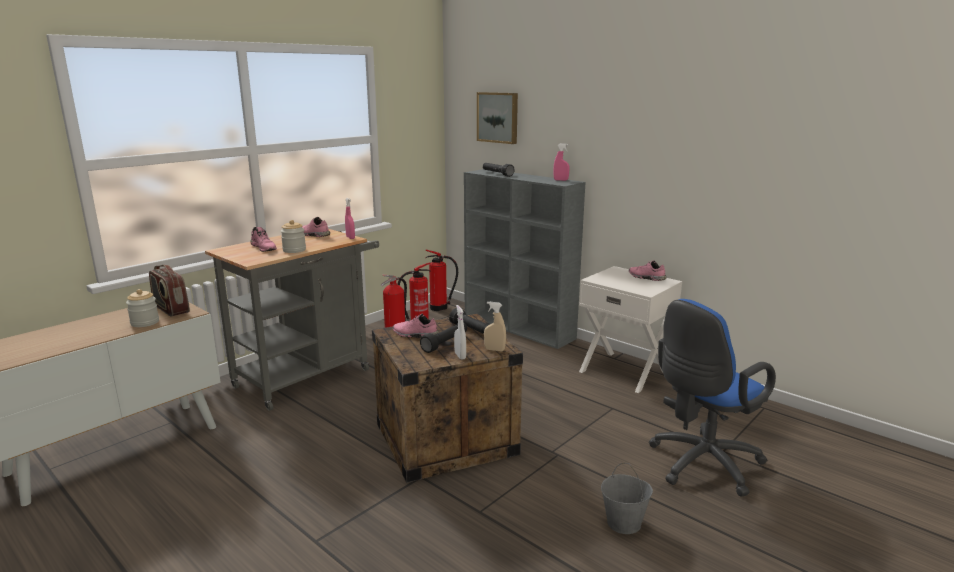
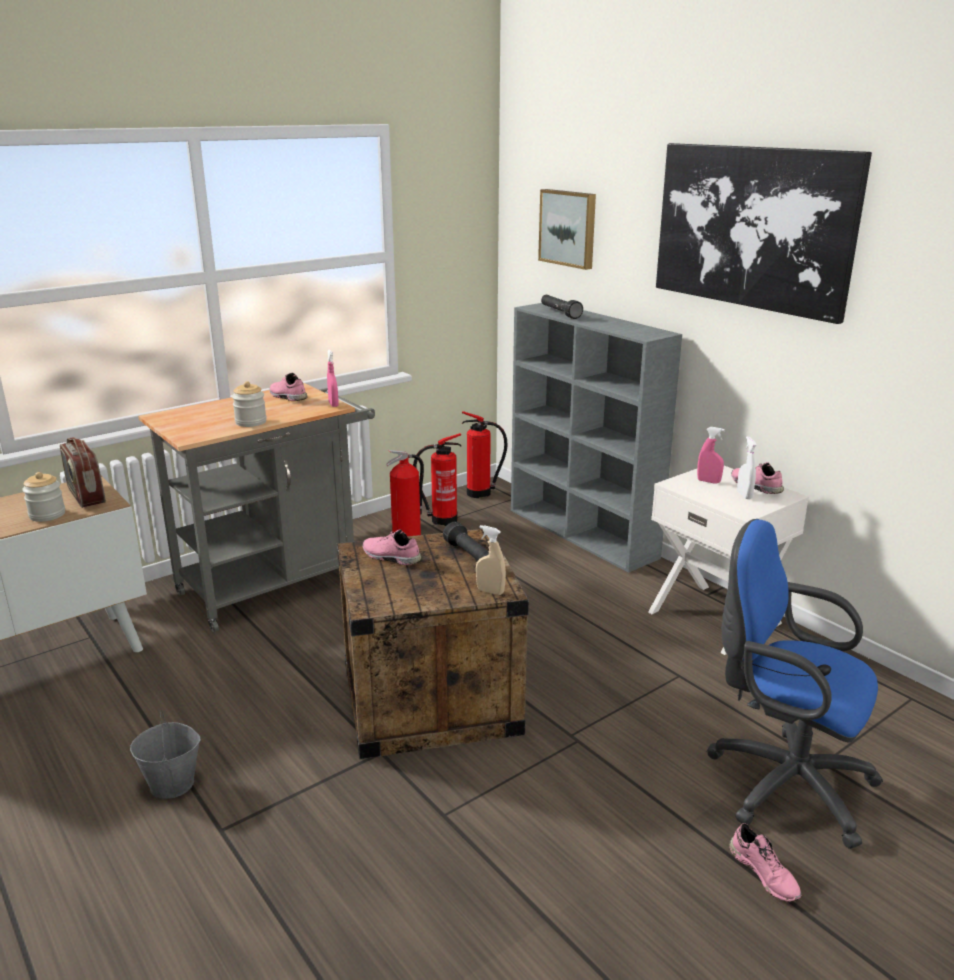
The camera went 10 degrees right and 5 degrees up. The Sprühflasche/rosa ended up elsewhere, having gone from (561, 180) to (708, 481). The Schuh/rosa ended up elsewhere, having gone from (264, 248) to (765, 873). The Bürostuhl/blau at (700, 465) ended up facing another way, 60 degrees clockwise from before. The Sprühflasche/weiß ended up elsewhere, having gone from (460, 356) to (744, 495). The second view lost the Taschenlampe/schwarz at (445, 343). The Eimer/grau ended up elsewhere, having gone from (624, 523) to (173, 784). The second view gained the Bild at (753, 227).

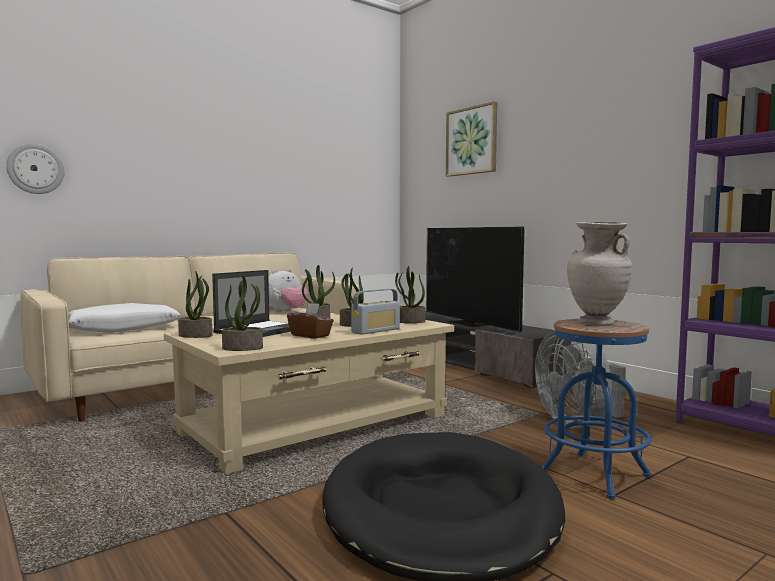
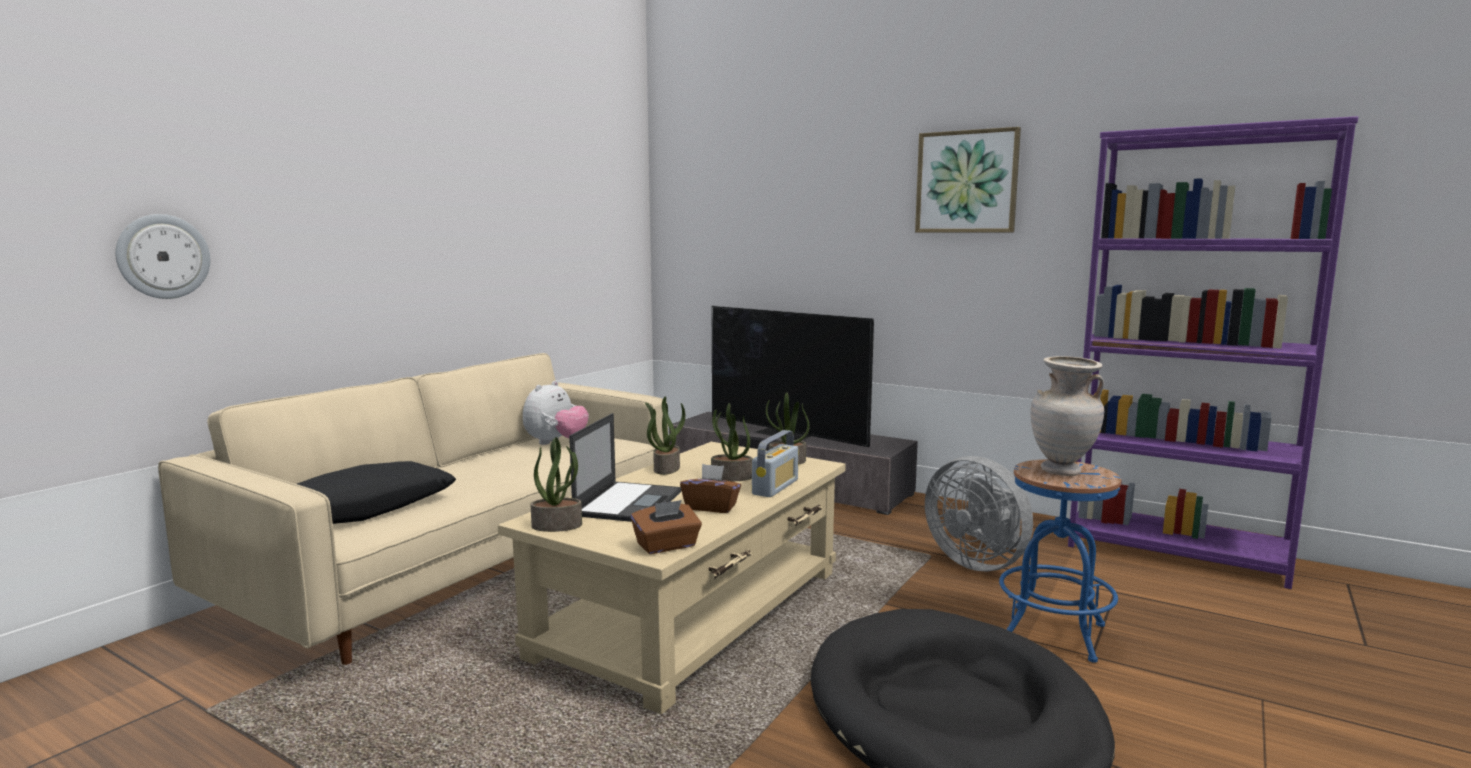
The camera went 20 degrees left and 5 degrees up. The Bild ended up elsewhere, having gone from (472, 141) to (967, 182). Where the Topfpflanze stood at (243, 348), the Taschentuchbox/braun came to stand at (667, 546). What was the Kissen/weiß at (123, 329) turned into the Kissen/schwarz at (366, 509).

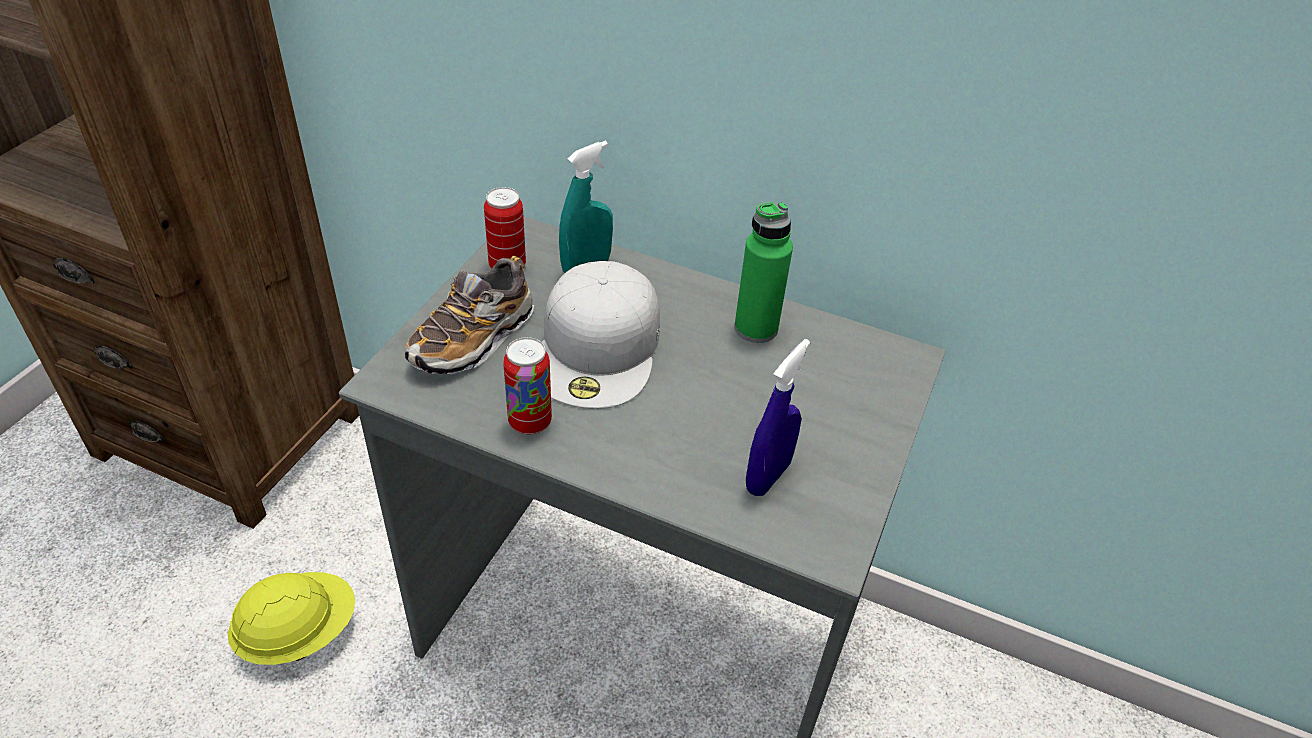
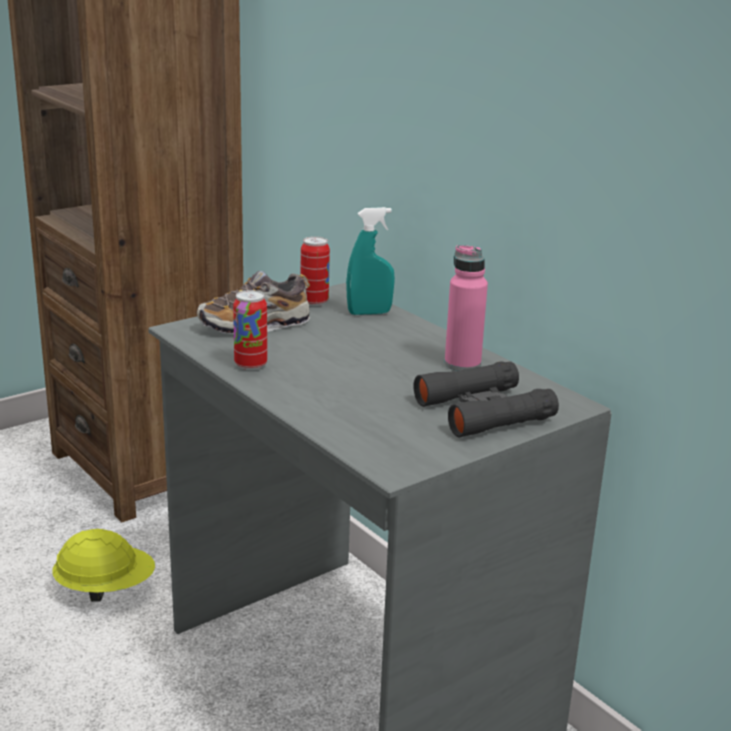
The camera went 30 degrees right and 20 degrees down. What was the Flasche/grün at (756, 328) turned into the Flasche/rosa at (462, 364). The second view lost the Kappe/weiß at (599, 349). The second view lost the Sprühflasche/blau at (768, 477). The second view gained the Fernglas/schwarz at (484, 411).

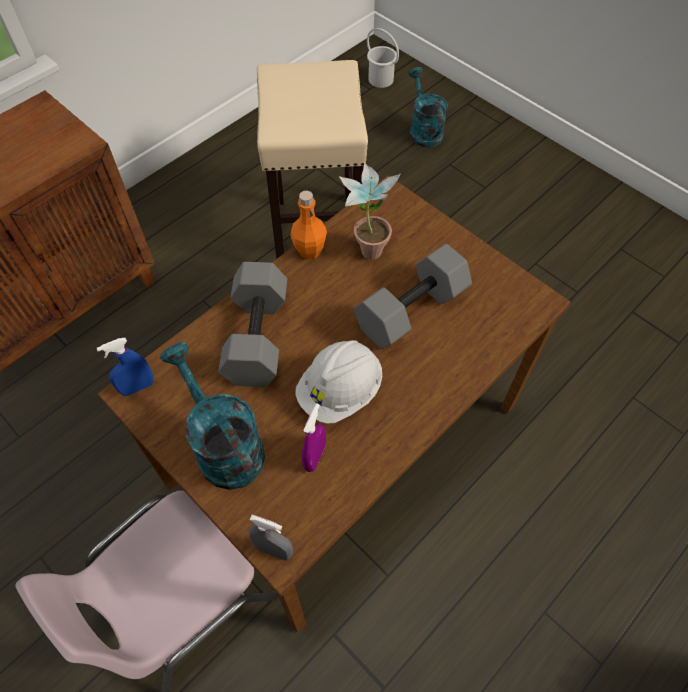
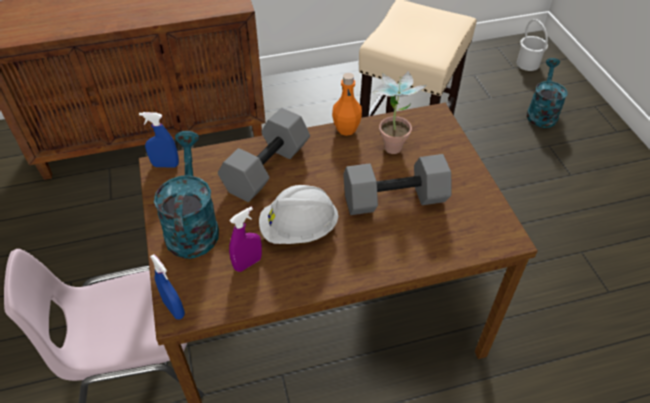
The camera went 30 degrees right and 10 degrees down. What was the Sprühflasche/grau at (274, 550) turned into the Sprühflasche/blau at (174, 309).

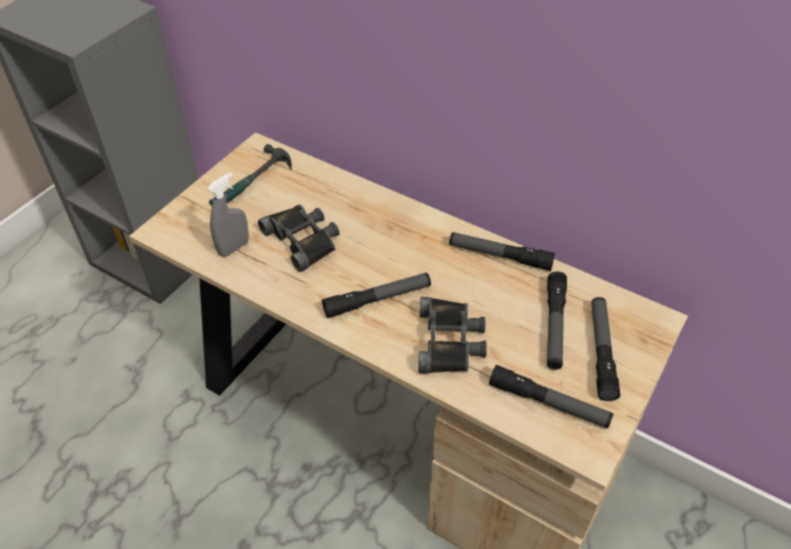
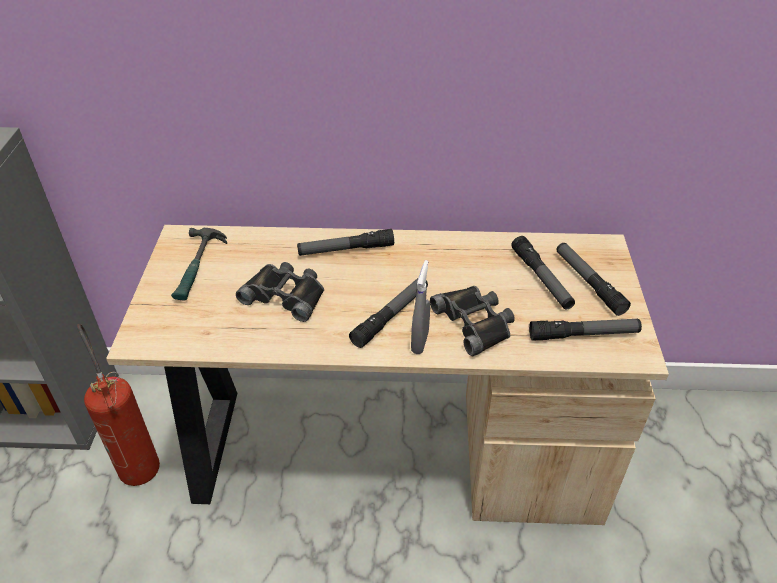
The camera went 30 degrees left and 5 degrees down. The Sprühflasche/grau ended up elsewhere, having gone from (234, 248) to (420, 342). The Taschenlampe ended up elsewhere, having gone from (500, 256) to (346, 249). The second view gained the Feuerlöscher at (136, 461).

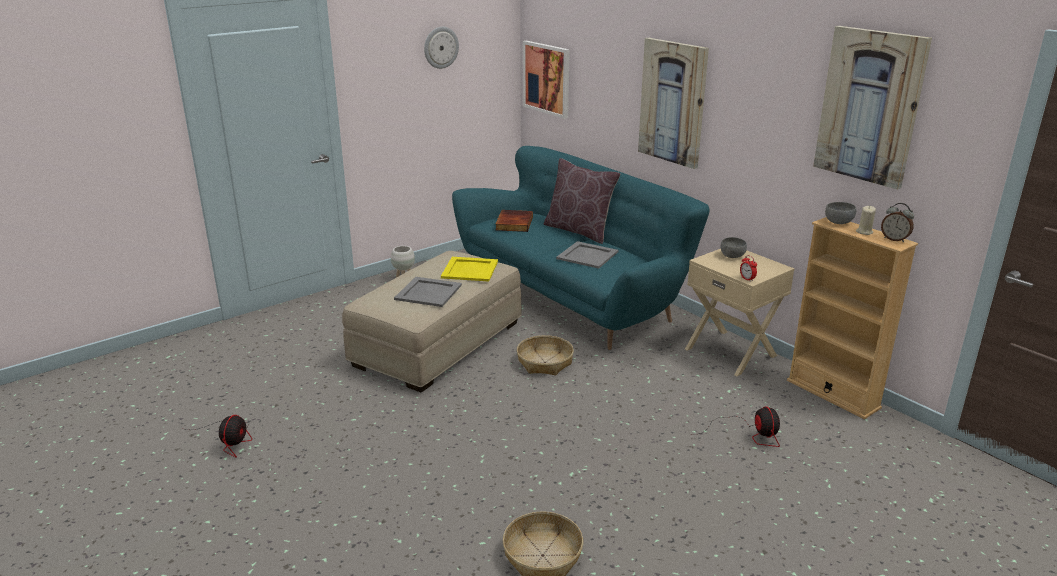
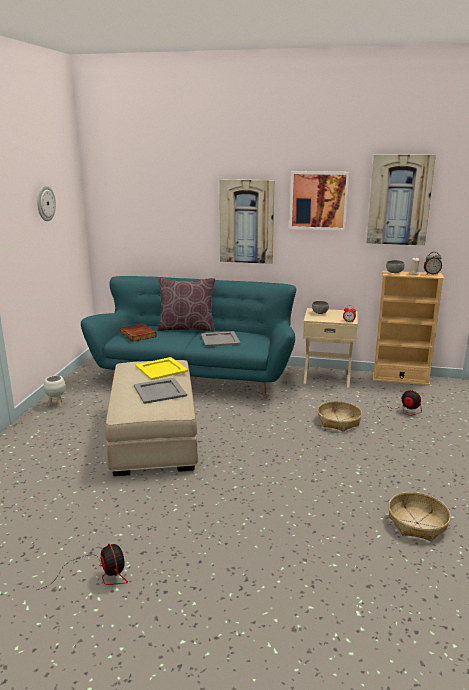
The camera went 40 degrees left and 5 degrees down. The Bild ended up elsewhere, having gone from (547, 78) to (318, 200). The Korb ended up elsewhere, having gone from (545, 362) to (338, 421).

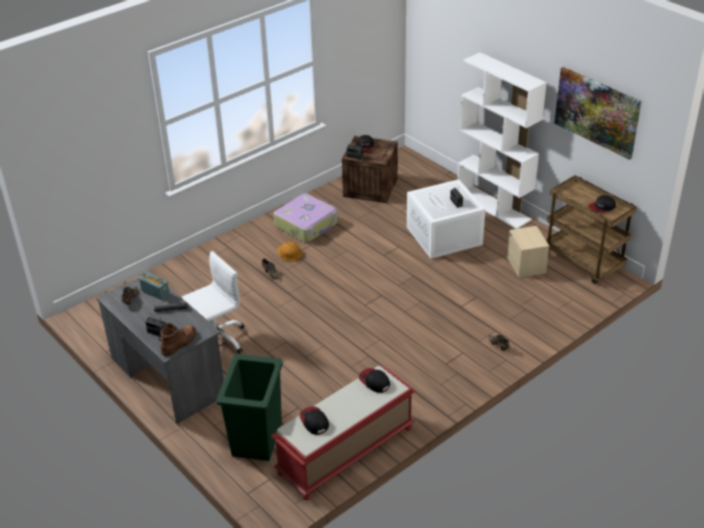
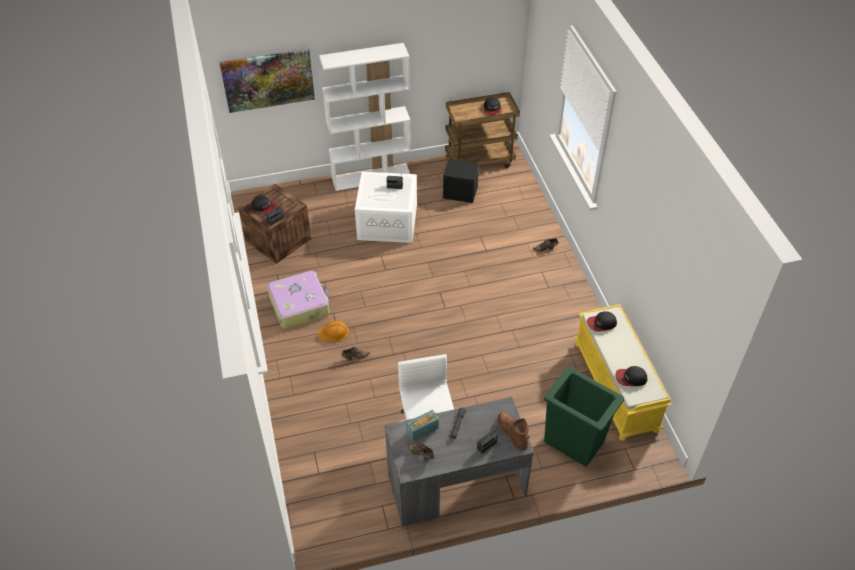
The camera went 65 degrees left and 10 degrees up. The Bild ended up elsewhere, having gone from (597, 112) to (268, 80). What was the Aufbewahrungsbox/beige at (527, 265) turned into the Aufbewahrungsbox/schwarz at (460, 192). What was the Bank/rot at (346, 451) turned into the Bank/gelb at (616, 386).

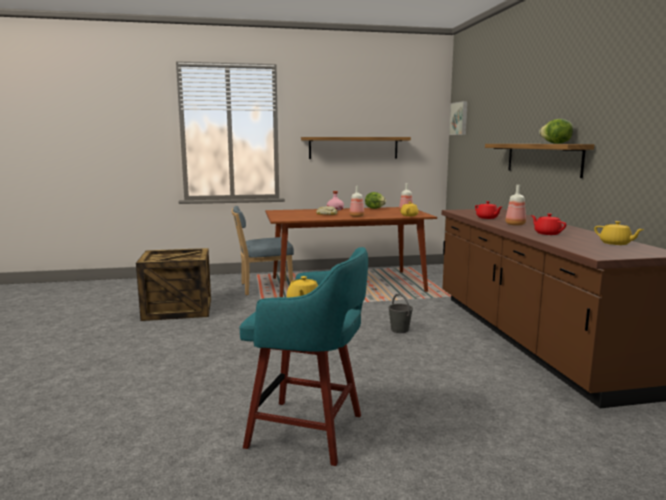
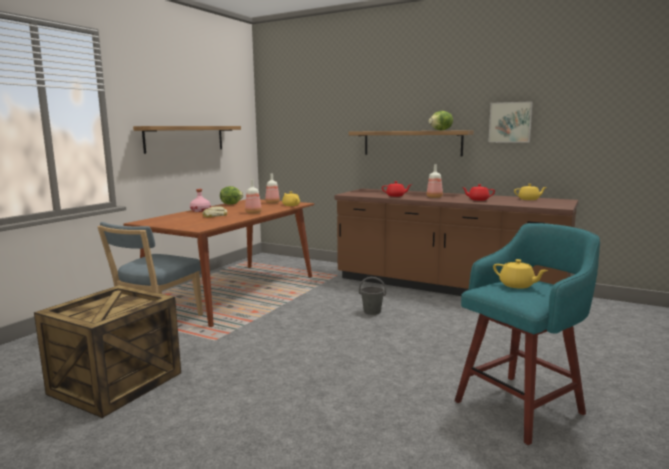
The camera went 50 degrees left and 0 degrees up. The Bild ended up elsewhere, having gone from (459, 118) to (510, 122).

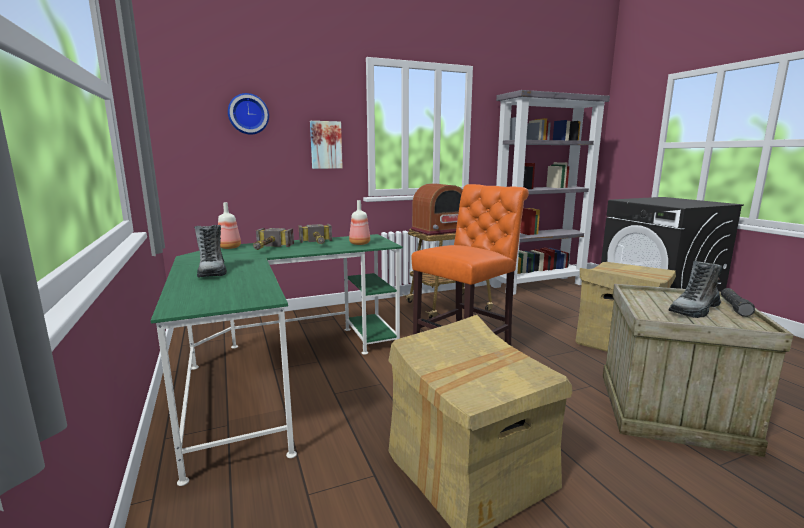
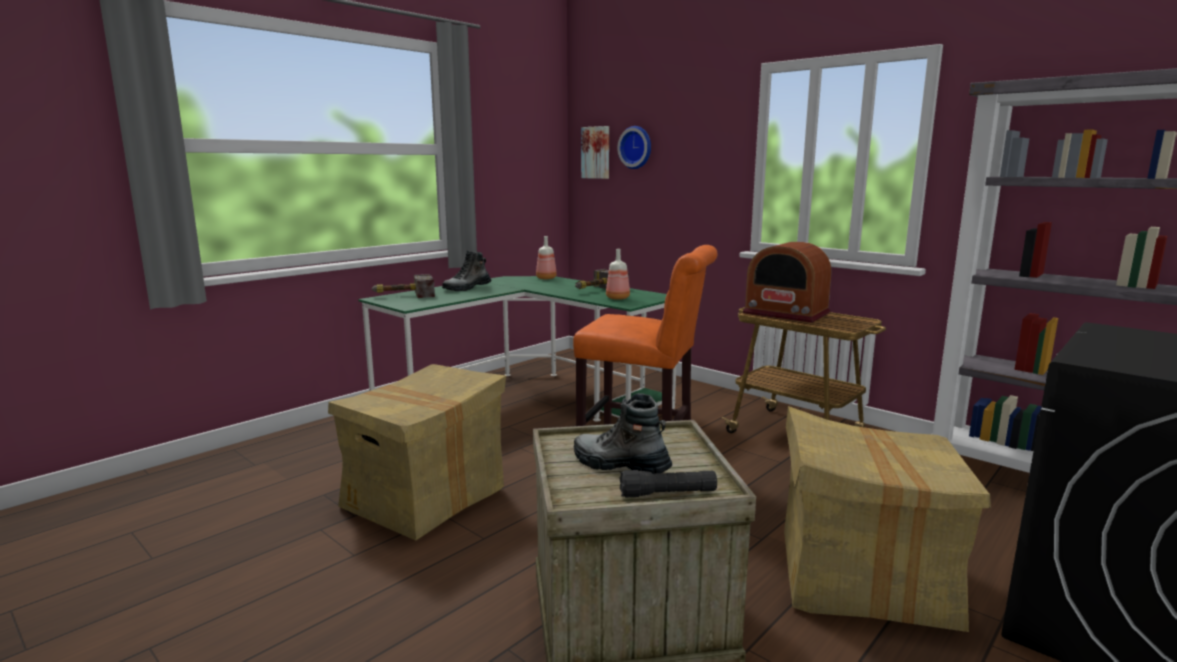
The camera went 65 degrees right and 0 degrees up. The Bild ended up elsewhere, having gone from (326, 145) to (596, 152). The Hammer ended up elsewhere, having gone from (267, 249) to (403, 295).

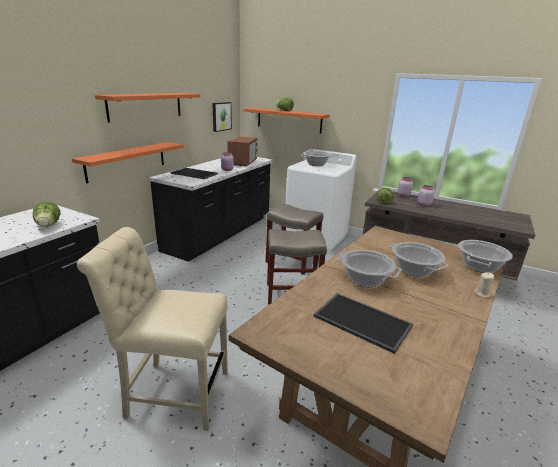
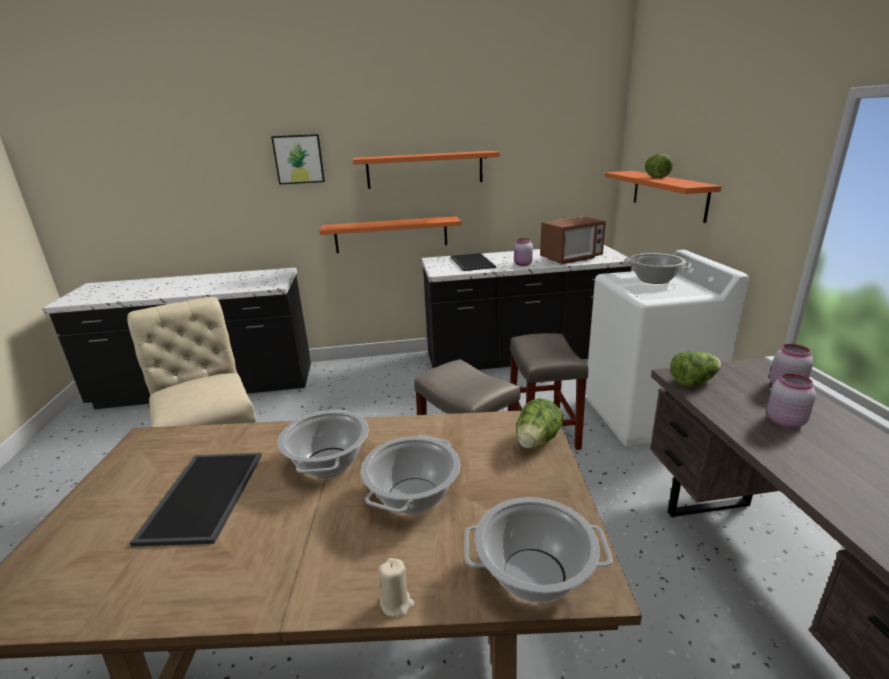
The camera went 55 degrees right and 0 degrees up. The Bild ended up elsewhere, having gone from (221, 116) to (299, 159). The Salatkopf ended up elsewhere, having gone from (48, 226) to (536, 442).

